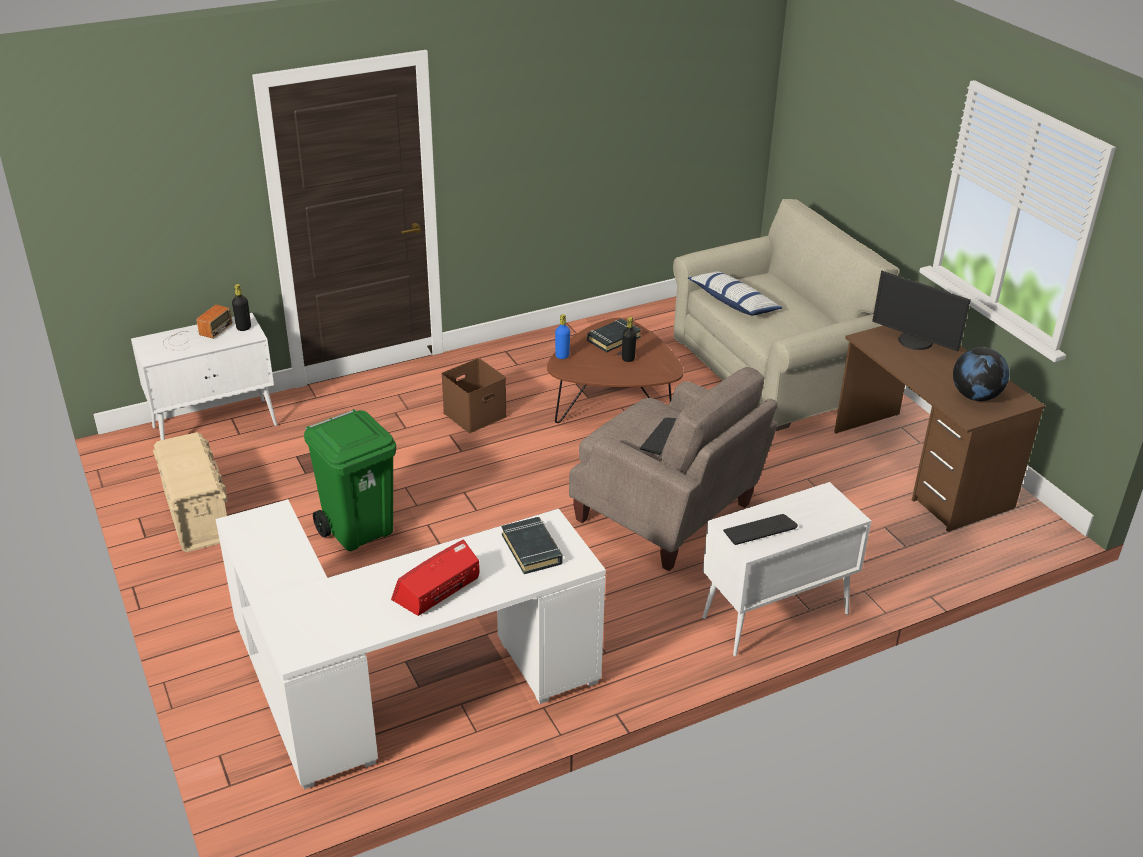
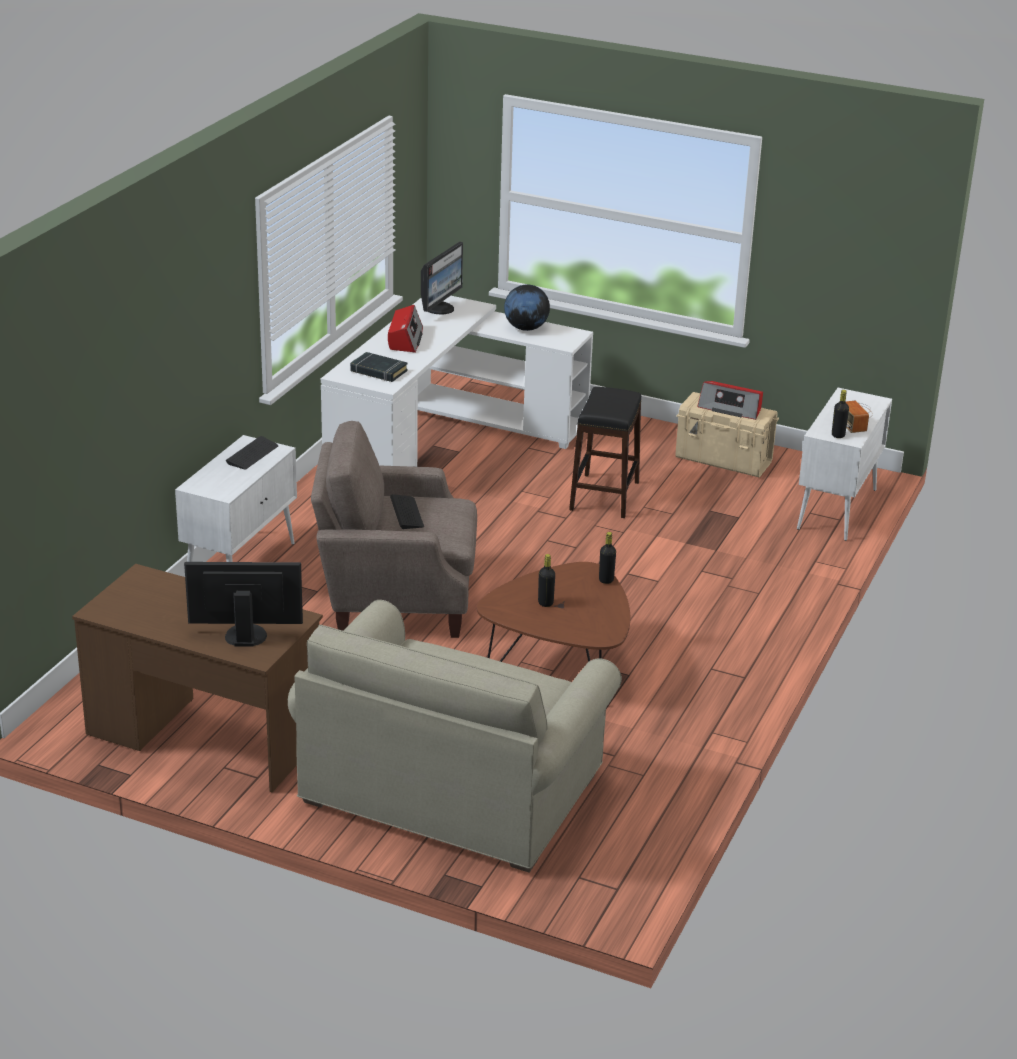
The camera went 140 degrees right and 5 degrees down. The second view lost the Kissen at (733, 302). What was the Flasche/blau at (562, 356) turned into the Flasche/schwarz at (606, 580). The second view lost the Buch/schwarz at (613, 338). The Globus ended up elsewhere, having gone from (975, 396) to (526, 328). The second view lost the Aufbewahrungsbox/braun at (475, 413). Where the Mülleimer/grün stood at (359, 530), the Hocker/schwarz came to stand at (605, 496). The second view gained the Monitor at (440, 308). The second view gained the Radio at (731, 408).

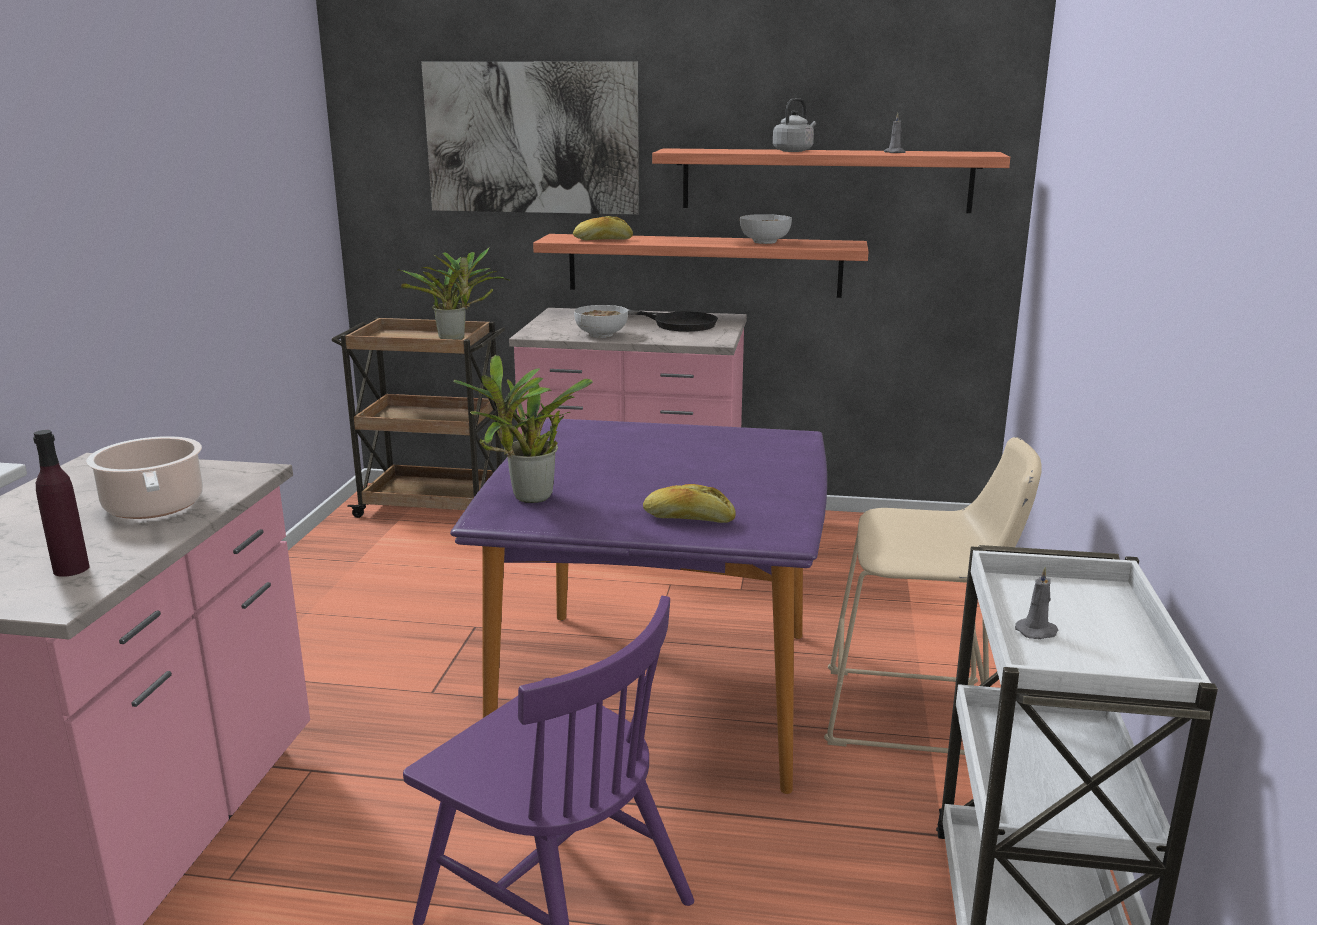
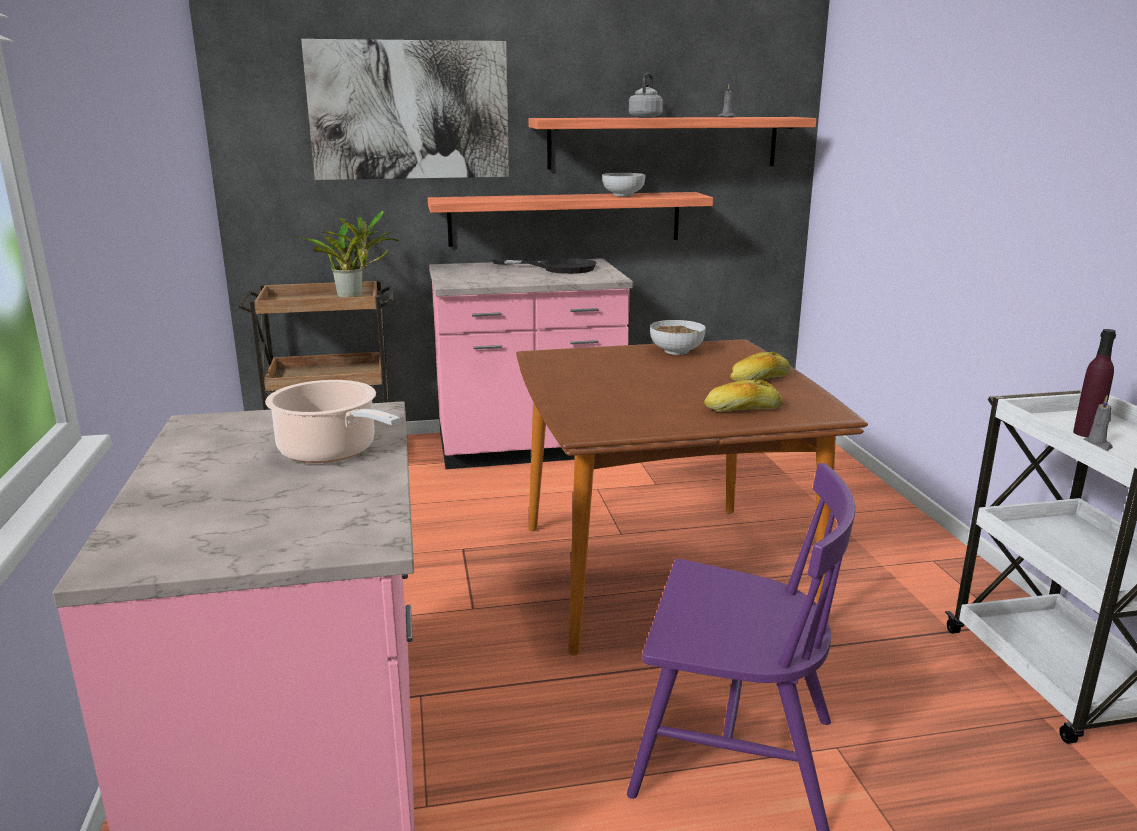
The camera went 20 degrees left and 0 degrees up. The Brot ended up elsewhere, having gone from (603, 240) to (759, 380). The Schüssel ended up elsewhere, having gone from (601, 335) to (677, 351). The second view lost the Topfpflanze at (528, 499). What was the Esstisch/lila at (659, 692) turned into the Esstisch/braun at (663, 572). The Flasche/lila ended up elsewhere, having gone from (71, 569) to (1086, 433). The second view lost the Hocker/beige at (915, 715).

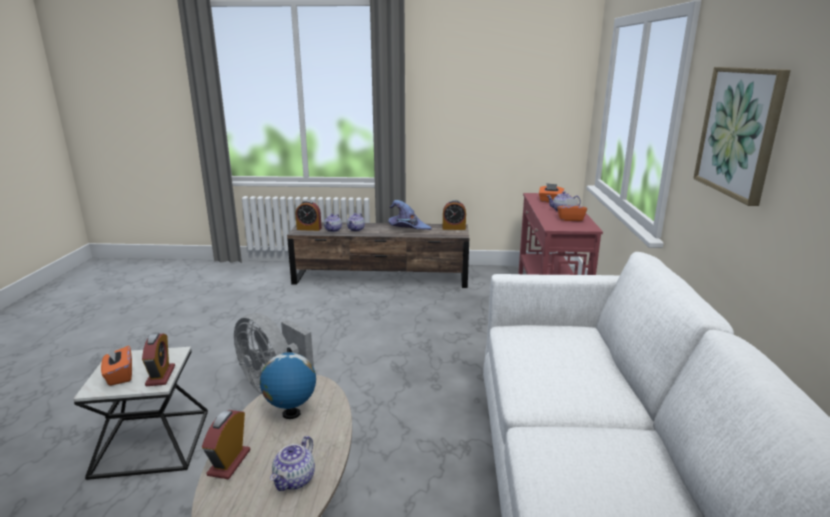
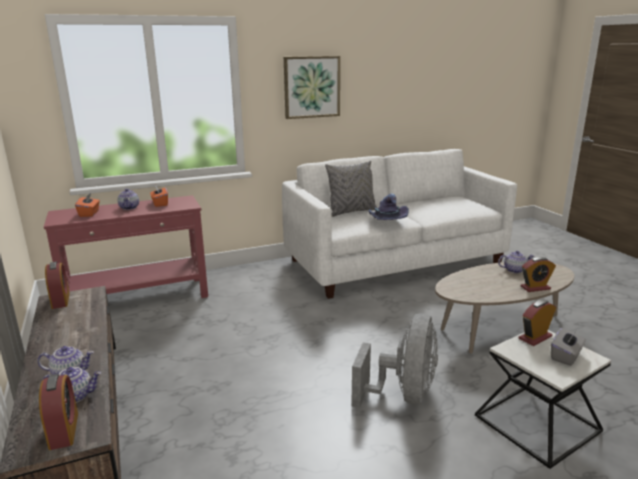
The camera went 115 degrees left and 0 degrees up. The Hut/lila ended up elsewhere, having gone from (407, 228) to (386, 220). What was the Taschentuchbox/orange at (119, 376) turned into the Taschentuchbox/grau at (566, 356). The second view lost the Globus at (291, 414). The second view gained the Kissen/grau at (351, 212).

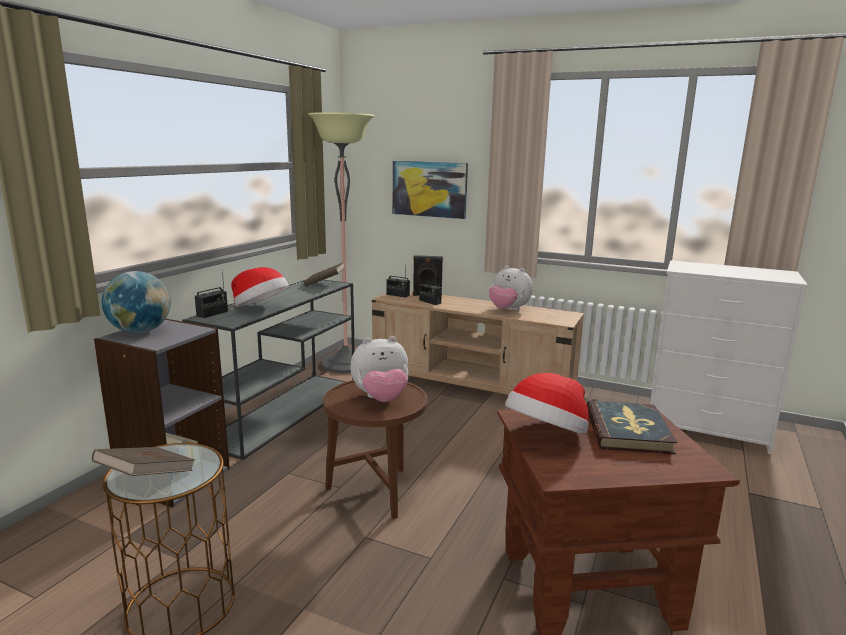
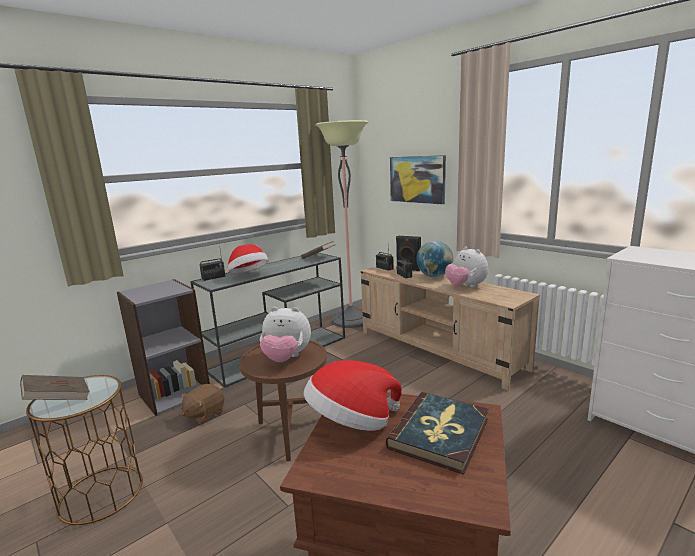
The camera went 25 degrees right and 0 degrees up. The Globus ended up elsewhere, having gone from (140, 331) to (434, 276). The second view gained the Plüschtier/braun at (204, 414).

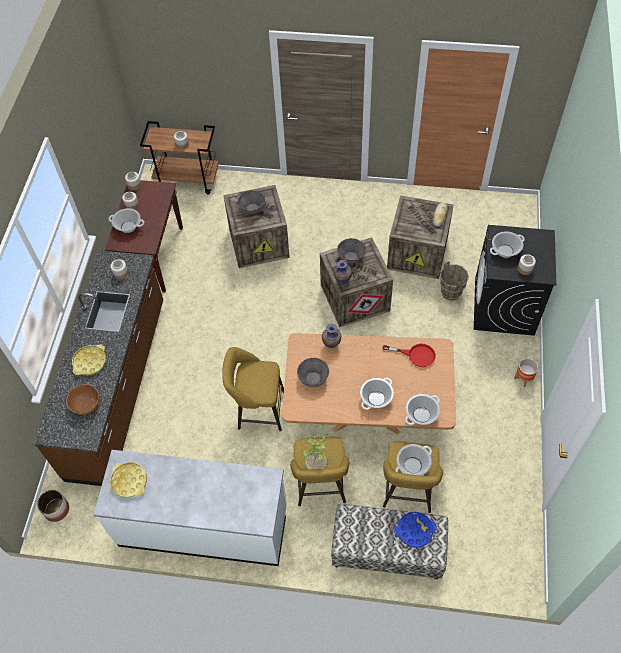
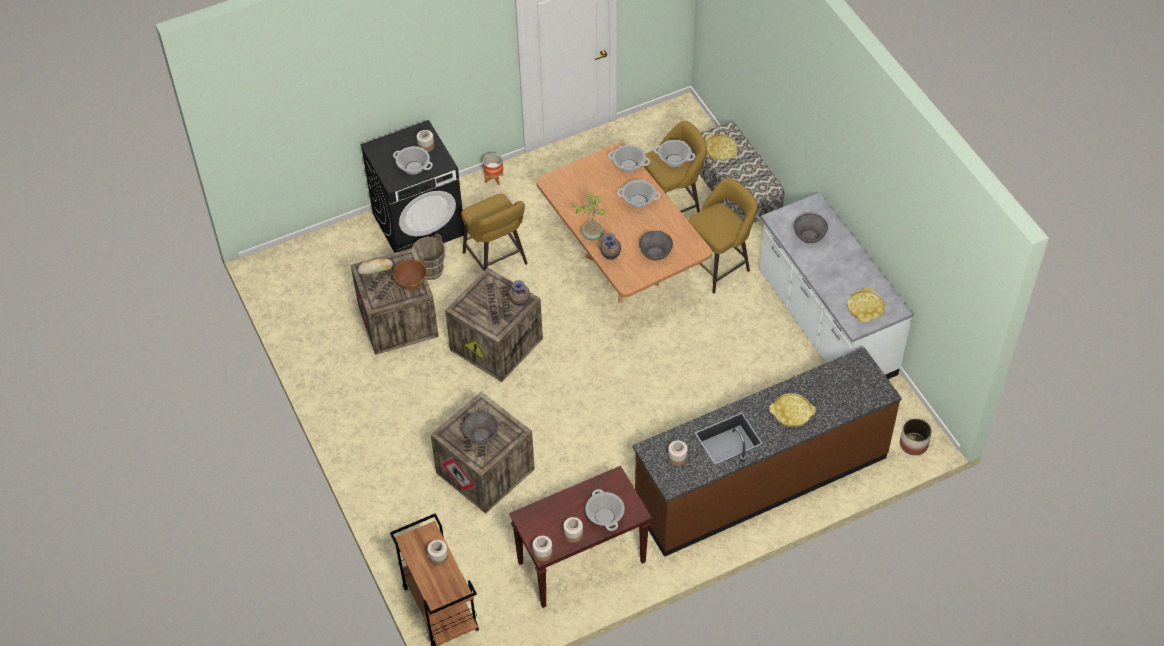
The camera went 125 degrees left and 5 degrees down. The Schüssel/grau ended up elsewhere, having gone from (351, 257) to (809, 236). The second view lost the Pfanne/rot at (416, 355). The Hocker/gelb ended up elsewhere, having gone from (258, 410) to (497, 261). The Schüssel/braun ended up elsewhere, having gone from (86, 405) to (411, 282). The Topfpflanze ended up elsewhere, having gone from (317, 465) to (592, 234). What was the Tablett/blau at (415, 530) turned into the Tablett/gelb at (720, 150).

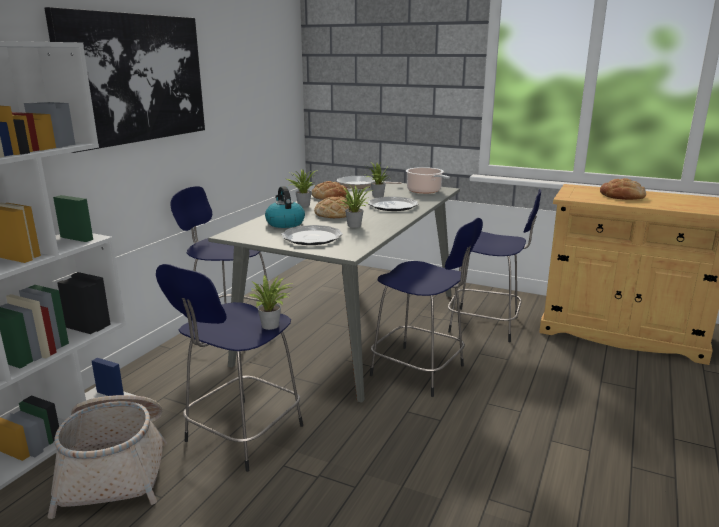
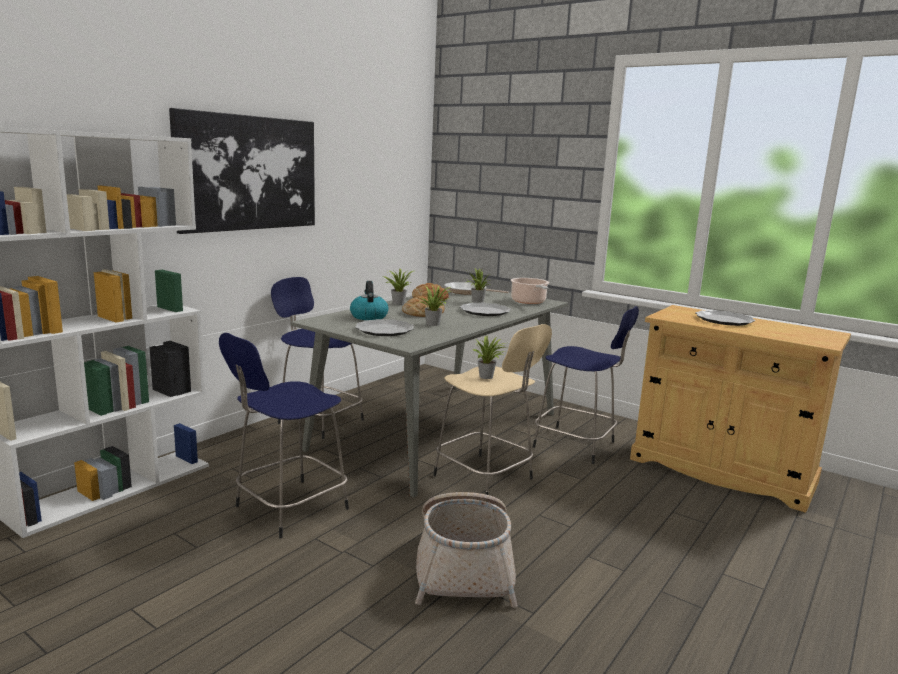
The camera went 10 degrees right and 5 degrees down. Where the Brot stood at (622, 196), the Teller came to stand at (724, 320). What was the Hocker/blau at (420, 371) turned into the Hocker/beige at (485, 478). The Topfpflanze ended up elsewhere, having gone from (272, 326) to (487, 377). The Korb ended up elsewhere, having gone from (116, 466) to (464, 565).

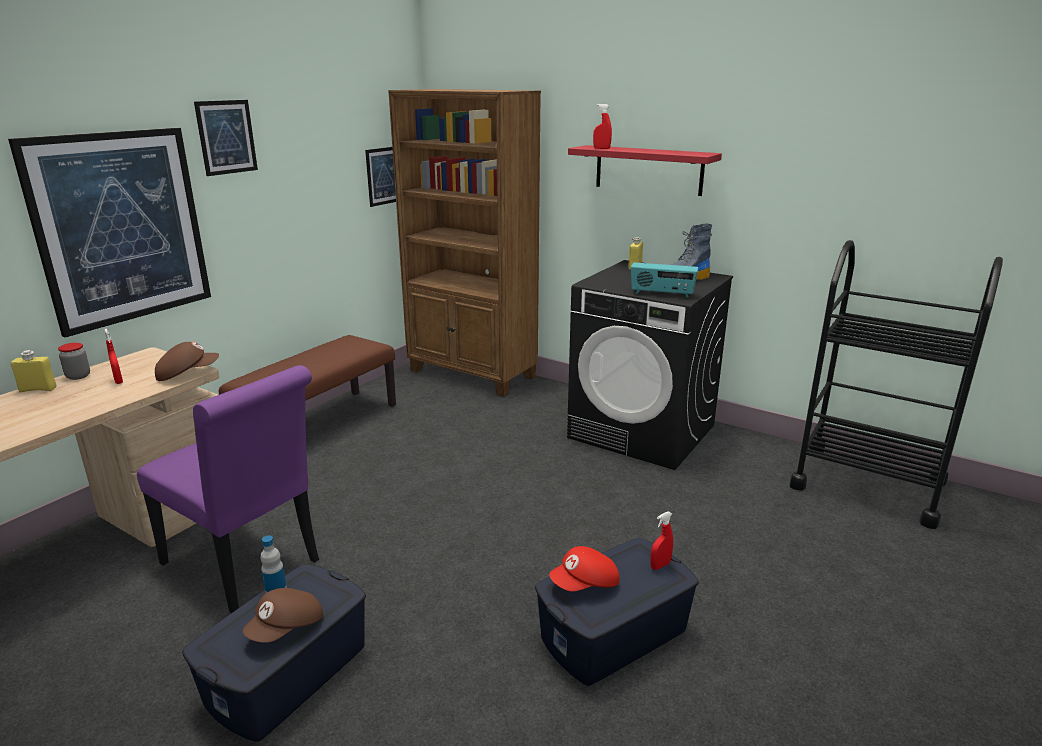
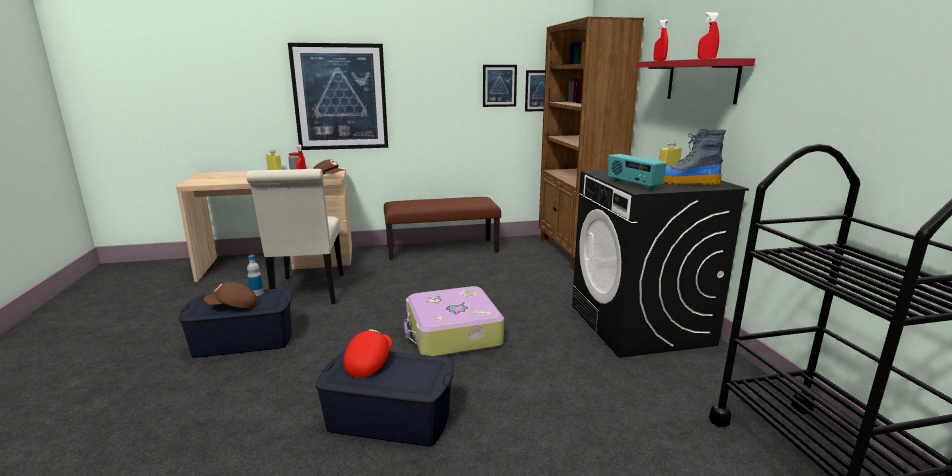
The camera went 45 degrees right and 5 degrees down. The Bild ended up elsewhere, having gone from (226, 137) to (499, 85). What was the Stuhl/lila at (247, 566) turned into the Stuhl/weiß at (308, 293). The Sprühflasche/rot ended up elsewhere, having gone from (660, 565) to (706, 59). The Kappe/rot at (585, 584) ended up facing another way, 90 degrees clockwise from before. The second view gained the Koffer at (452, 334).

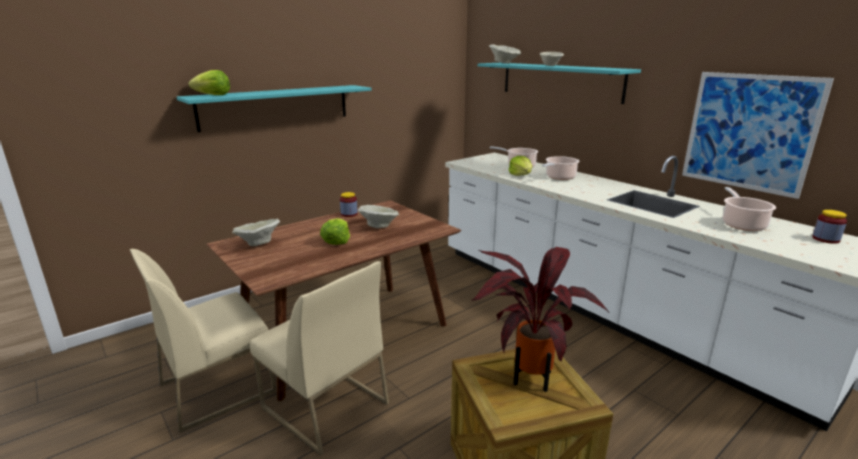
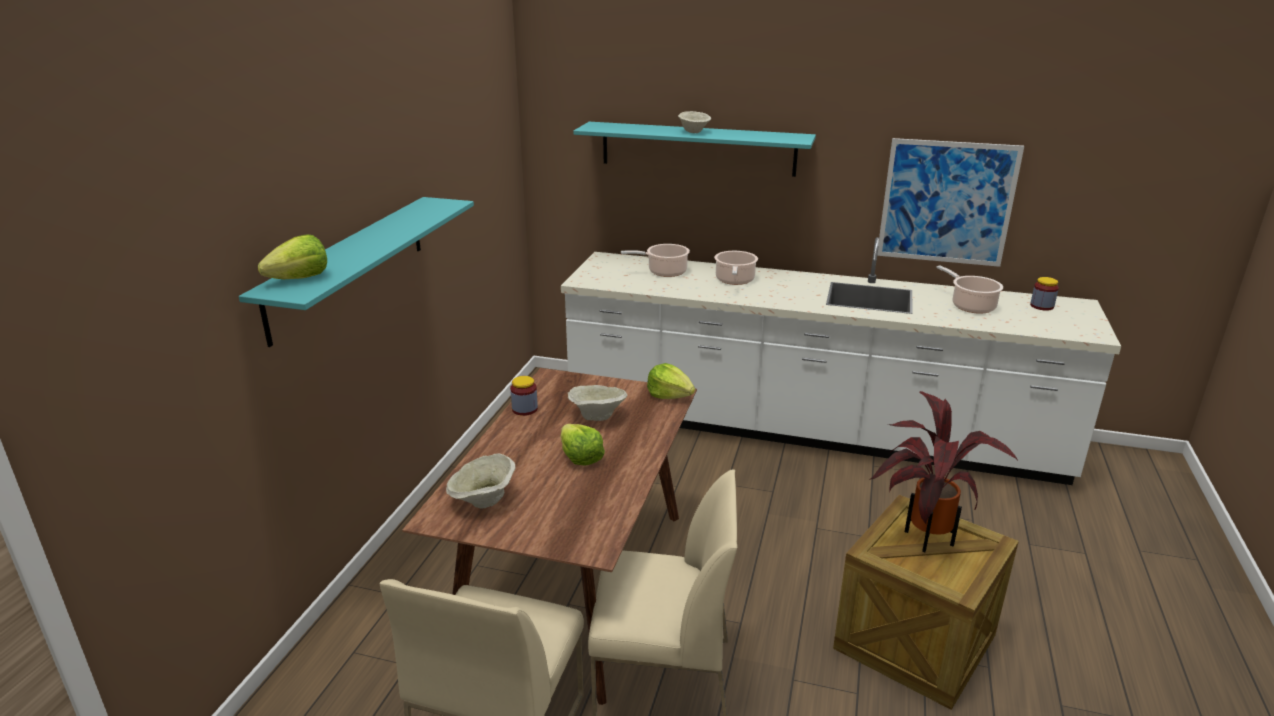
The camera went 35 degrees left and 5 degrees up. The second view lost the Schüssel/beige at (504, 63). The Salatkopf ended up elsewhere, having gone from (521, 175) to (669, 395).

